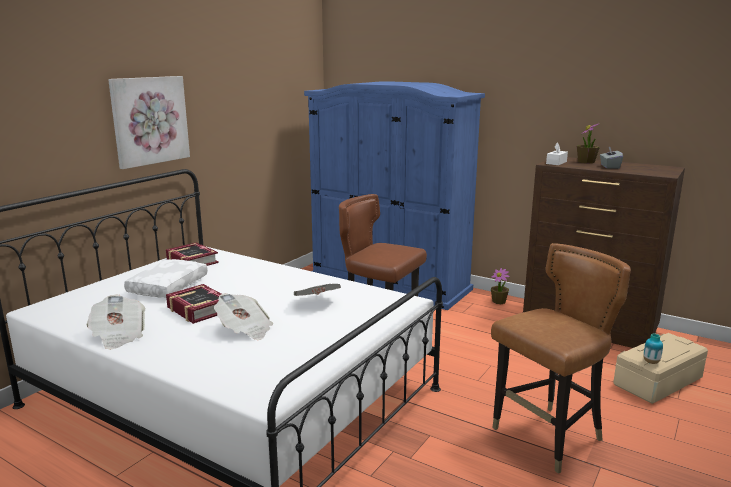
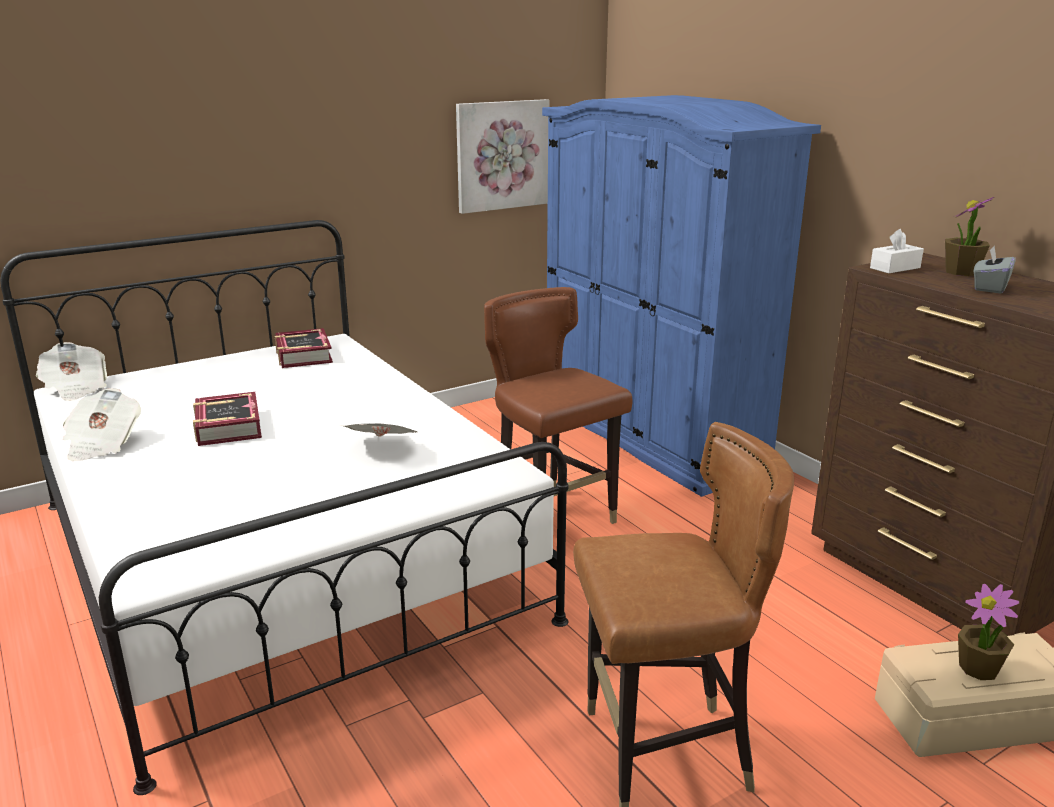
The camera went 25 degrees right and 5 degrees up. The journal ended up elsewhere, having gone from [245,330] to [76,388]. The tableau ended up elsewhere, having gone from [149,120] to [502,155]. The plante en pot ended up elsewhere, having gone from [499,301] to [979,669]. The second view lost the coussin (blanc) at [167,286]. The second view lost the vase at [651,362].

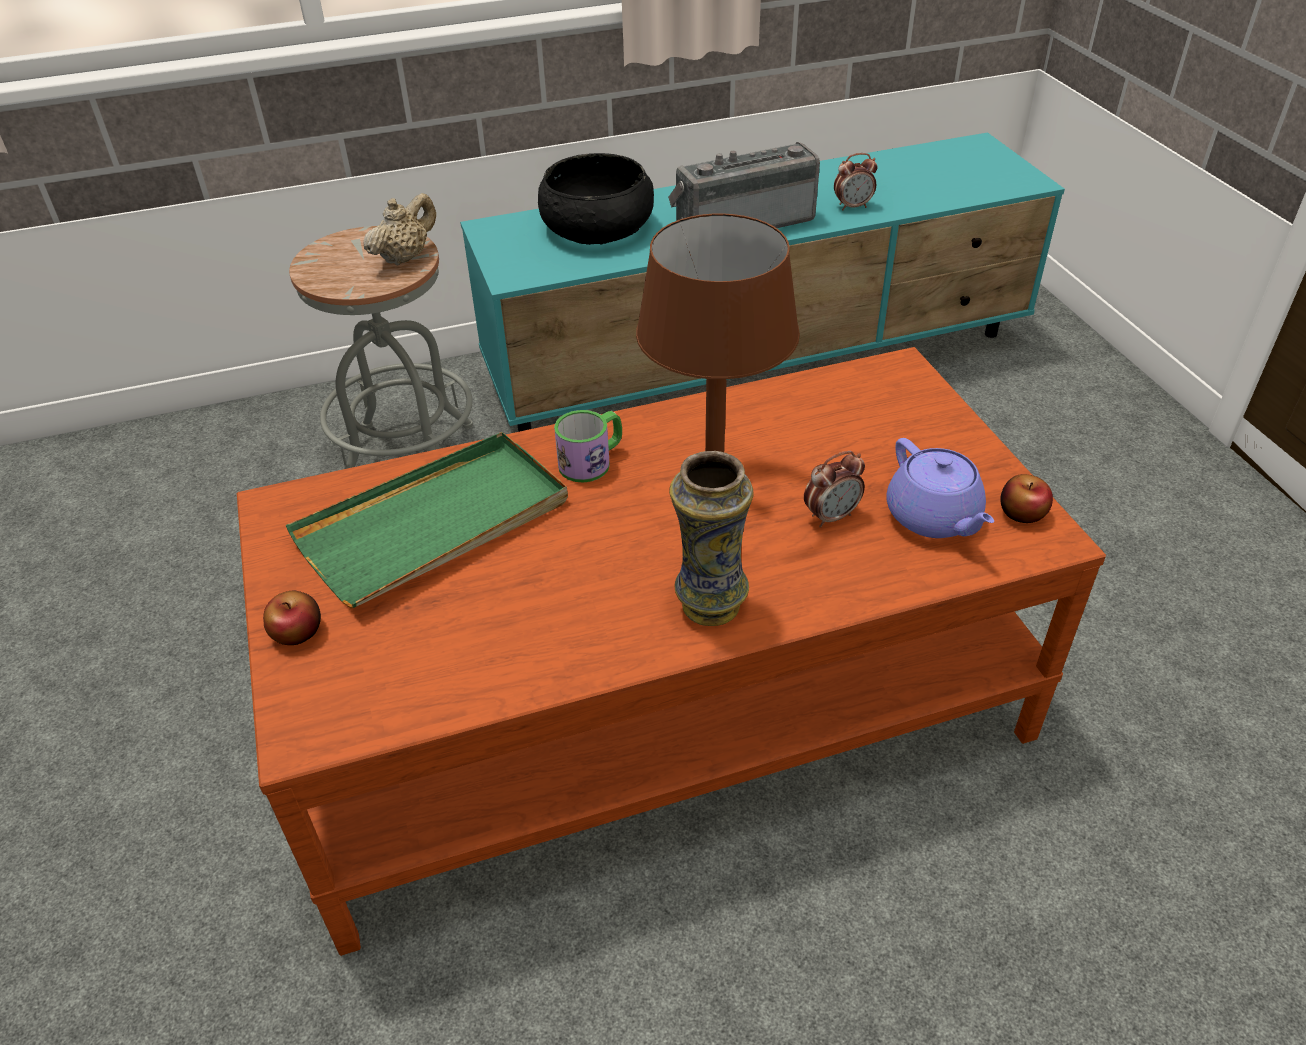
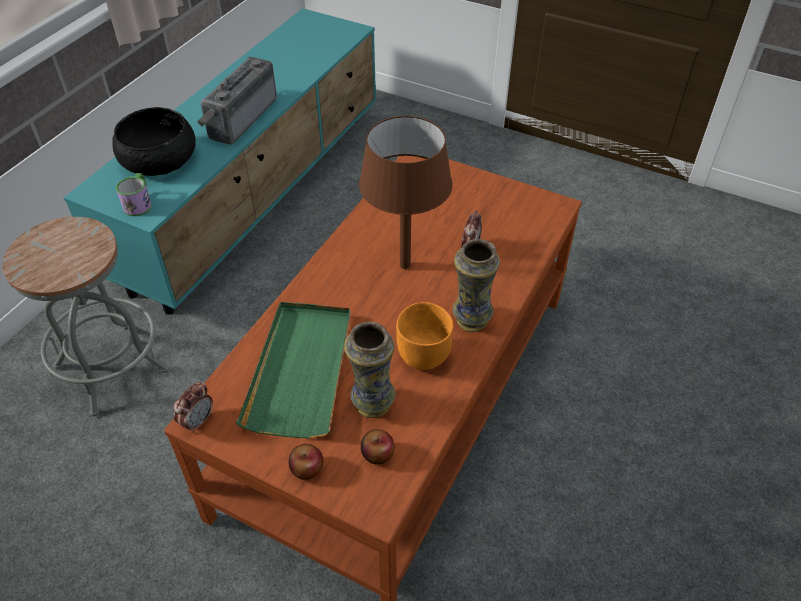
The camera went 45 degrees left and 5 degrees up. The mug ended up elsewhere, having gone from [592,461] to [139,203]. The réveil ended up elsewhere, having gone from [853,206] to [198,421]. The second view gained the vase at [372,403]. The pomme ended up elsewhere, having gone from [1022,513] to [377,453]. The second view gained the bol (orange) at [422,355]. The second view lost the théière (beige) at [405,257]. The second view lost the théière (violet) at [934,517].

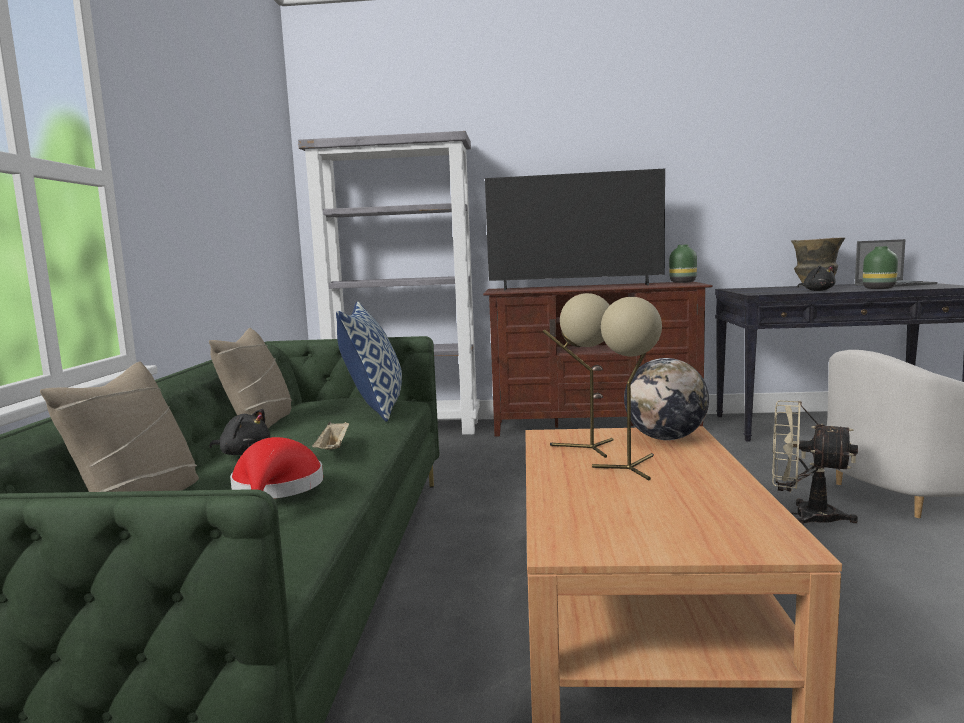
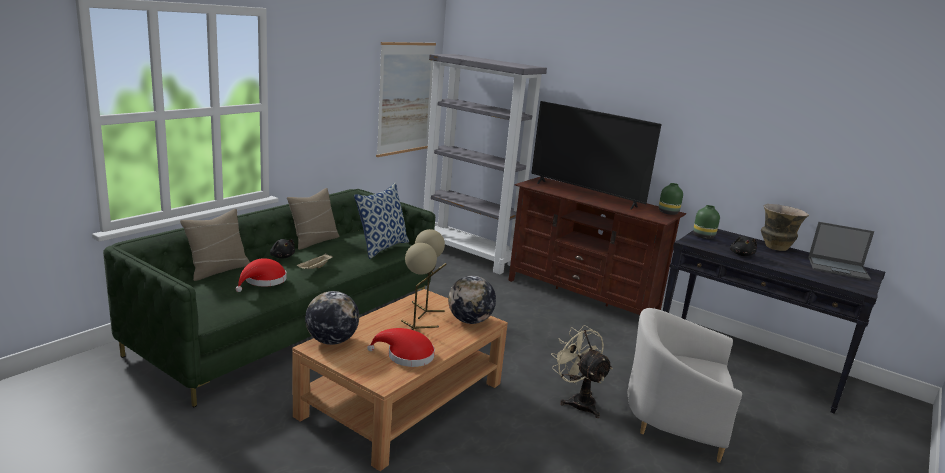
The camera went 30 degrees right and 10 degrees up. The second view gained the globe at [331,341]. The second view gained the chapeau (rouge) at [406,356]. The second view gained the tableau at [405,98]. The vase (vert) ended up elsewhere, having gone from [879,288] to [703,237].

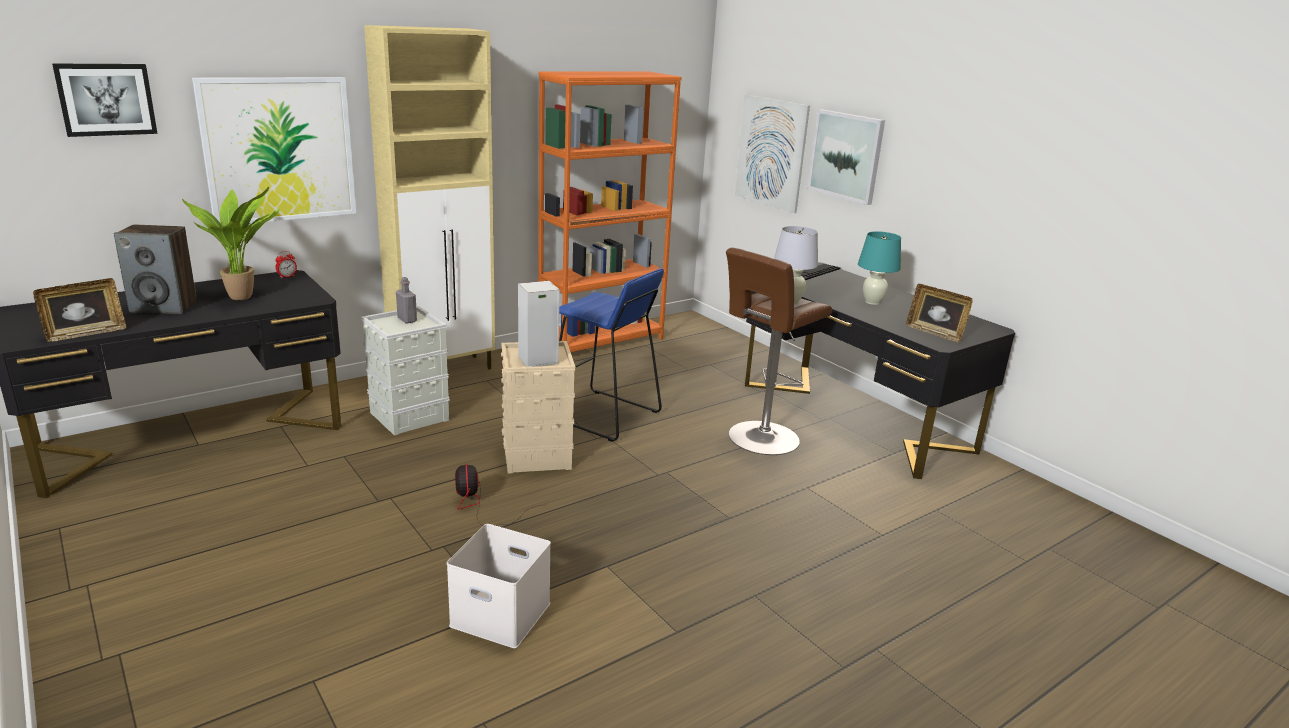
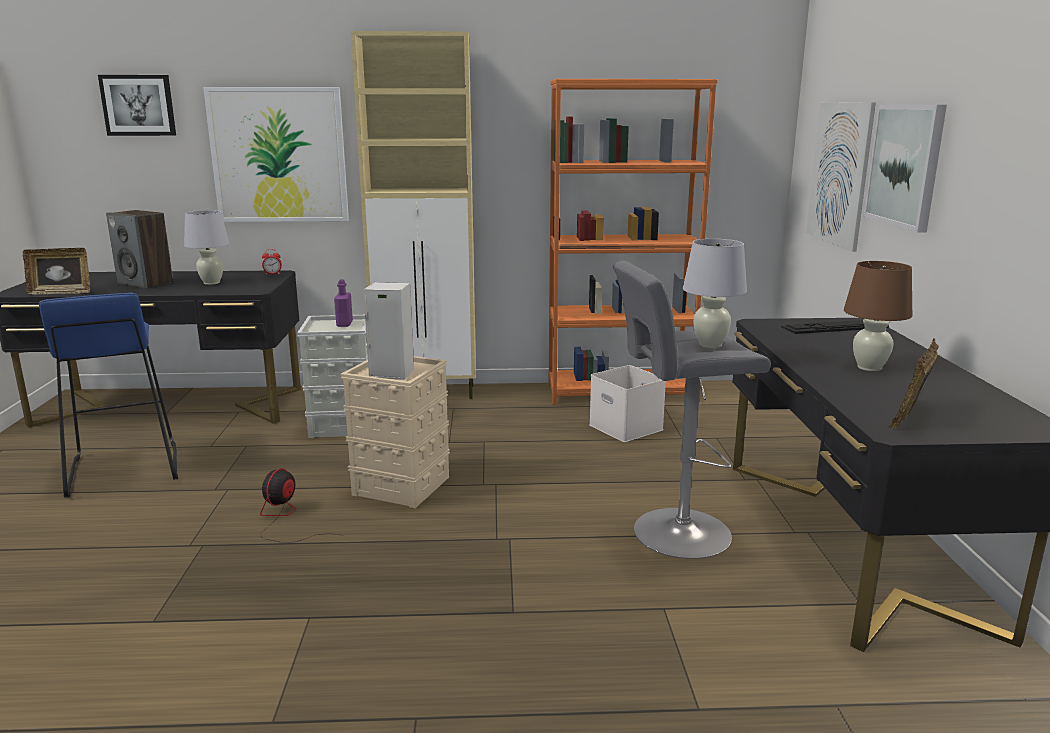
The camera went 35 degrees right and 5 degrees down. The tabouret (bleu) ended up elsewhere, having gone from [604,415] to [123,469]. Where the plante en pot stood at [244,296], the lampe de table (blanc) came to stand at [211,283]. What was the bouteille (gris) at [407,320] turned into the bouteille (violet) at [344,324]. The boîte de rangement (blanc) ended up elsewhere, having gone from [503,613] to [627,427]. What was the tabouret (marron) at [760,439] turned into the tabouret (gris) at [675,533]. What was the lampe de table (turquoise) at [873,302] turned into the lampe de table (marron) at [869,368]. The cadre photo at [935,333] ended up facing another way, 45 degrees clockwise from before.

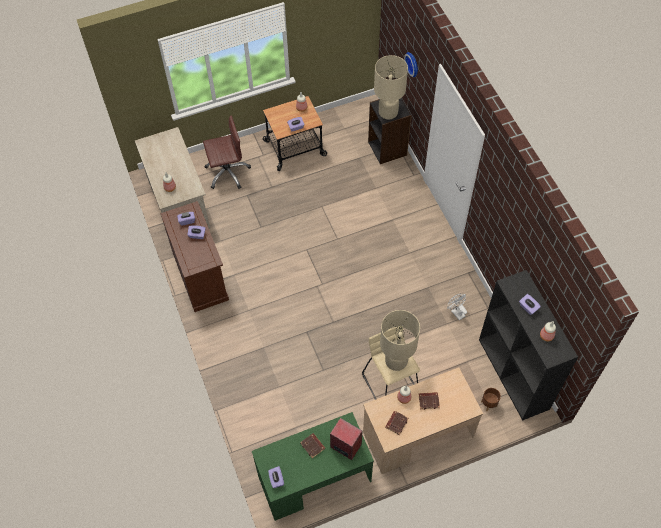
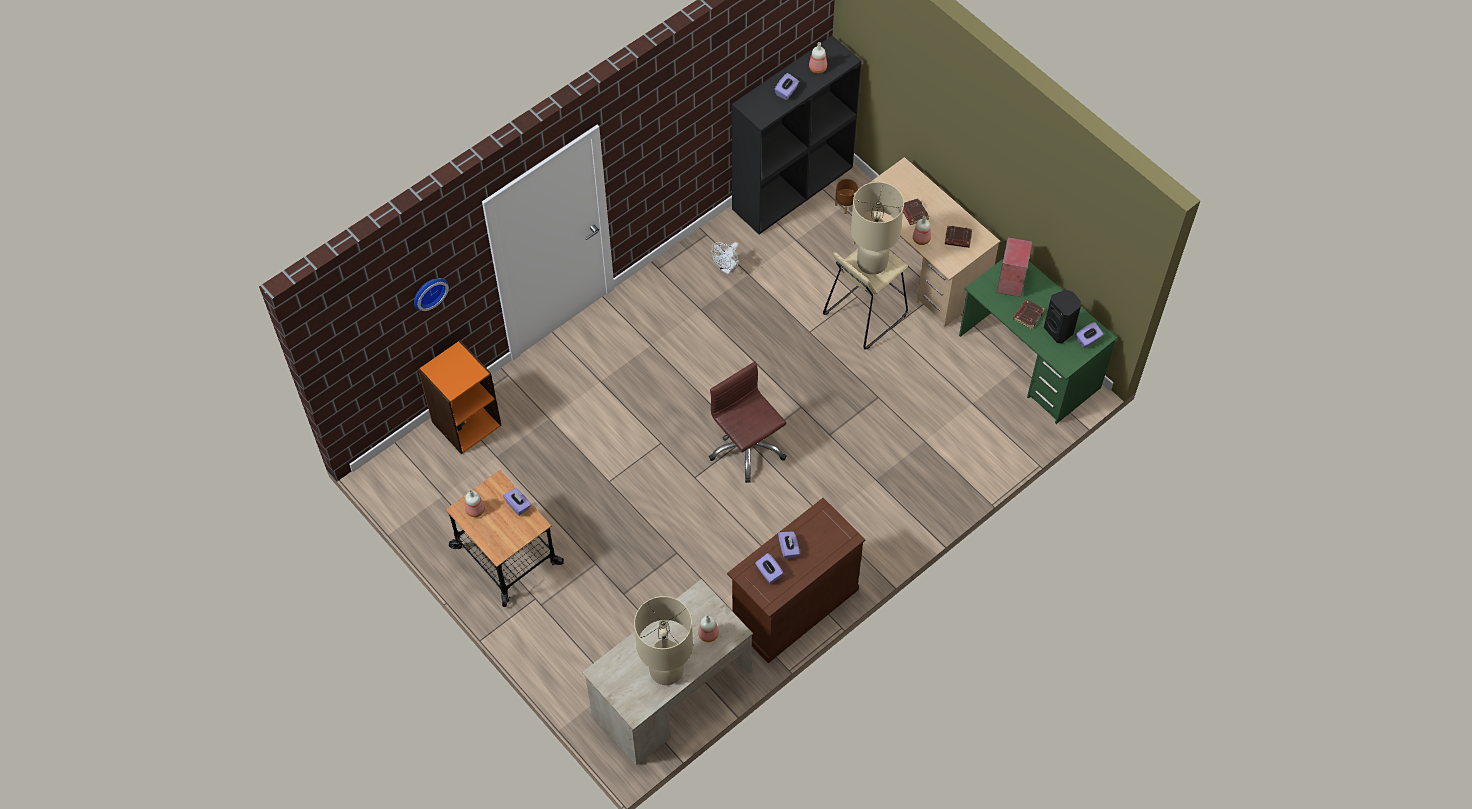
The camera went 110 degrees left and 0 degrees up. What was the bibliothèque (noir) at [388,148] turned into the bibliothèque (orange) at [466,423]. The lampe de table (beige) ended up elsewhere, having gone from [388,112] to [666,670]. The chaise de bureau (marron) ended up elsewhere, having gone from [227,172] to [746,448]. The second view gained the enceinte (noir) at [1059,330].

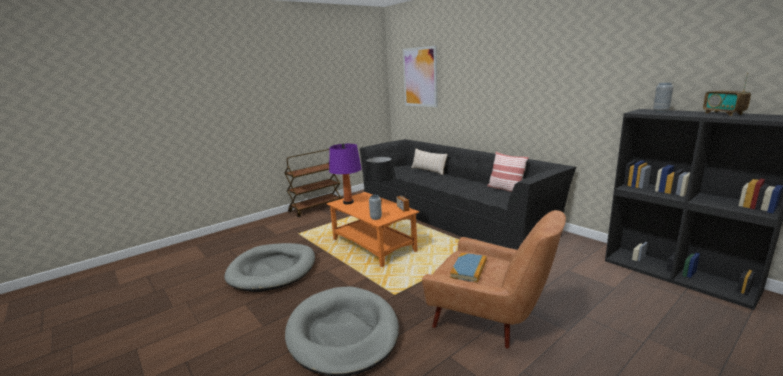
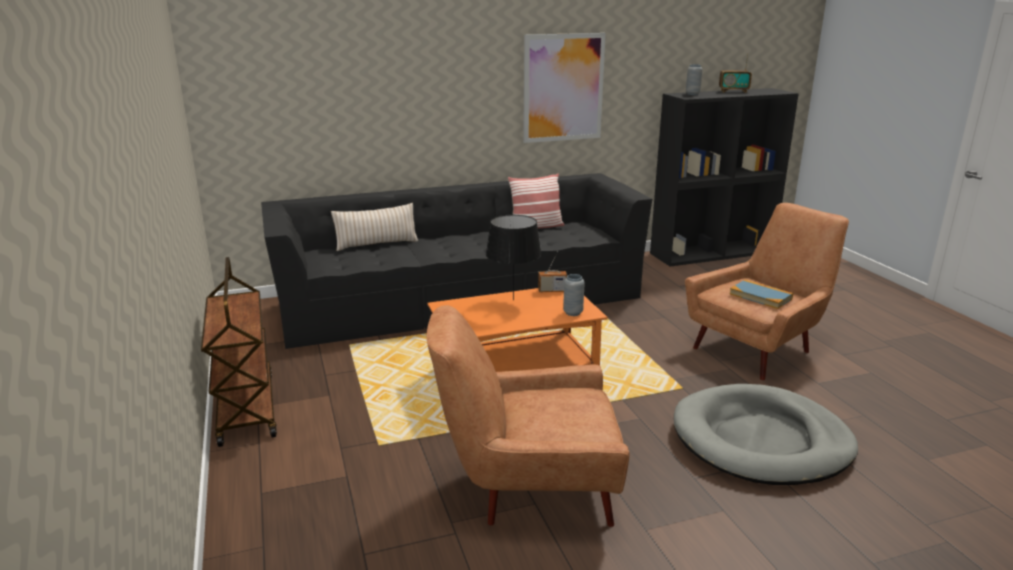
The camera went 70 degrees left and 5 degrees up. Where the panier pour chien (gris) stood at [273,270], the fauteuil (marron) came to stand at [529,490]. The tableau ended up elsewhere, having gone from [420,77] to [563,88]. The second view lost the lampe de table (violet) at [348,202].

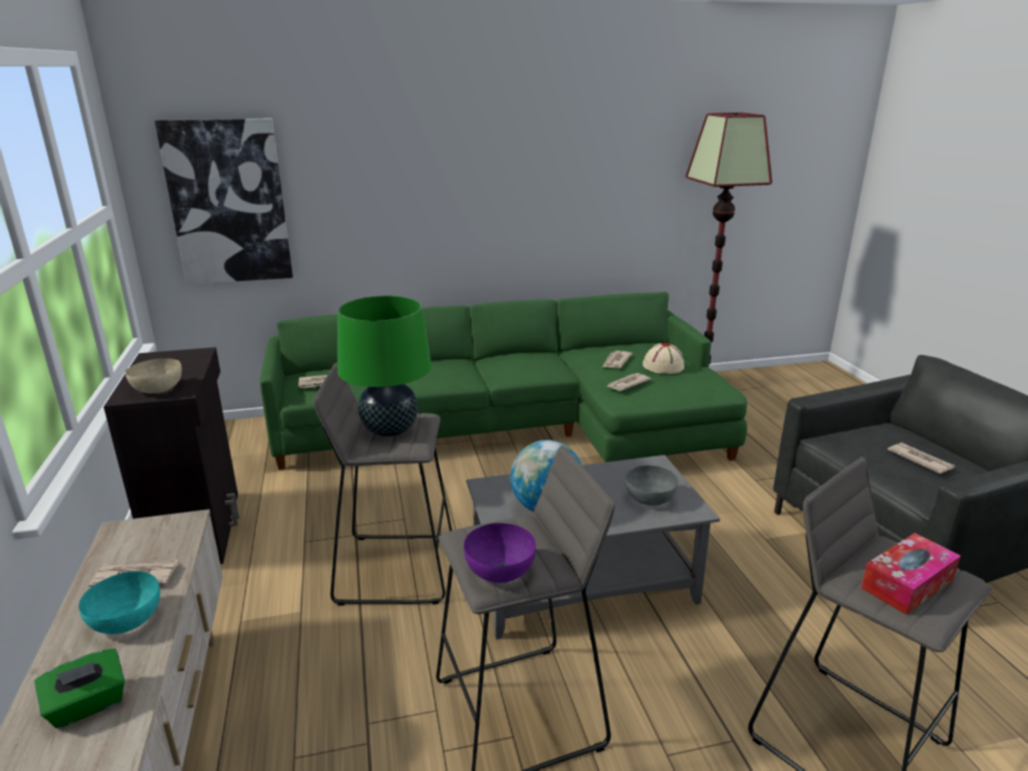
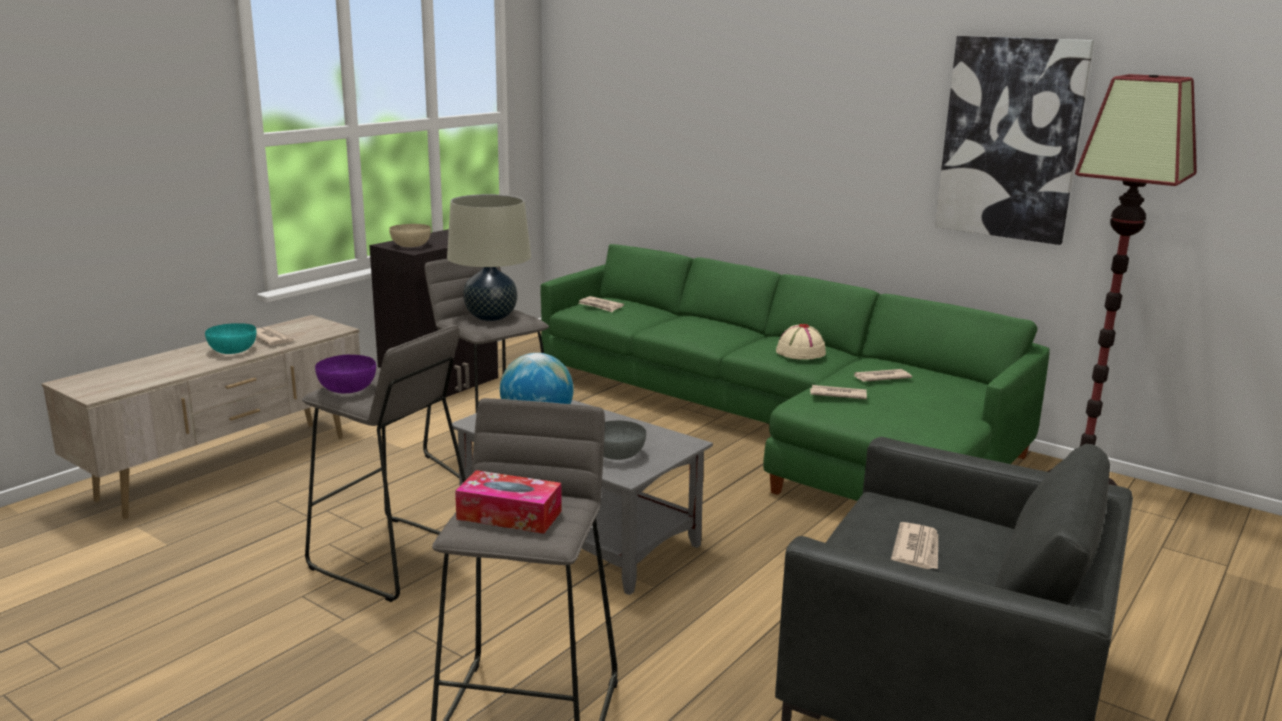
The camera went 50 degrees right and 5 degrees down. What was the lampe de table (vert) at [389,430] turned into the lampe de table (beige) at [491,317]. The chapeau (beige) ended up elsewhere, having gone from [663,366] to [800,352]. The tableau ended up elsewhere, having gone from [228,202] to [1010,139]. The second view lost the boîte à mouchoirs (vert) at [88,705].

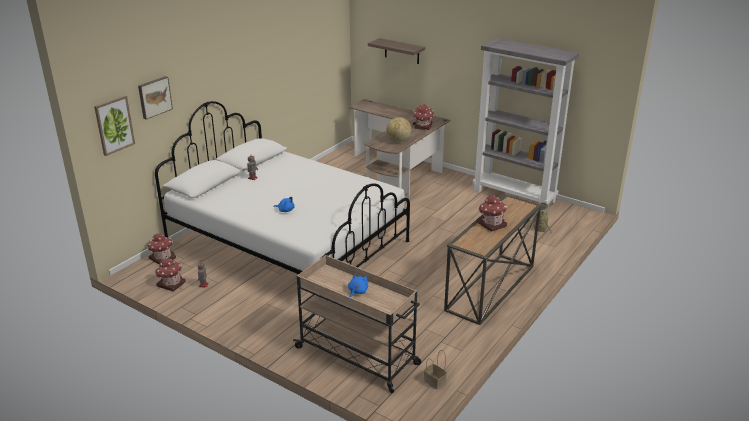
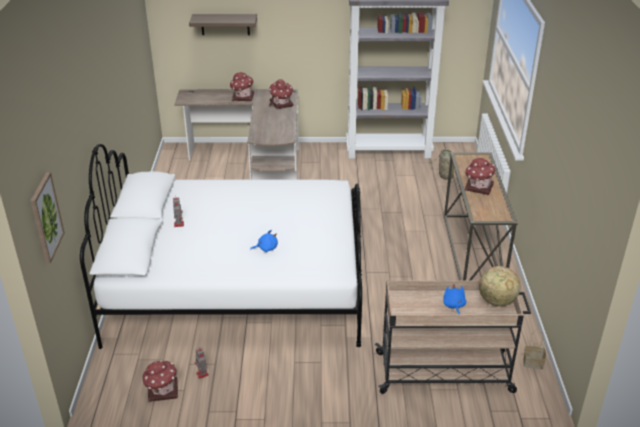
The camera went 35 degrees left and 5 degrees up. The maison miniature ended up elsewhere, having gone from [162,258] to [242,97]. The globe ended up elsewhere, having gone from [398,141] to [497,301]. The second view lost the tableau at [154,97].

